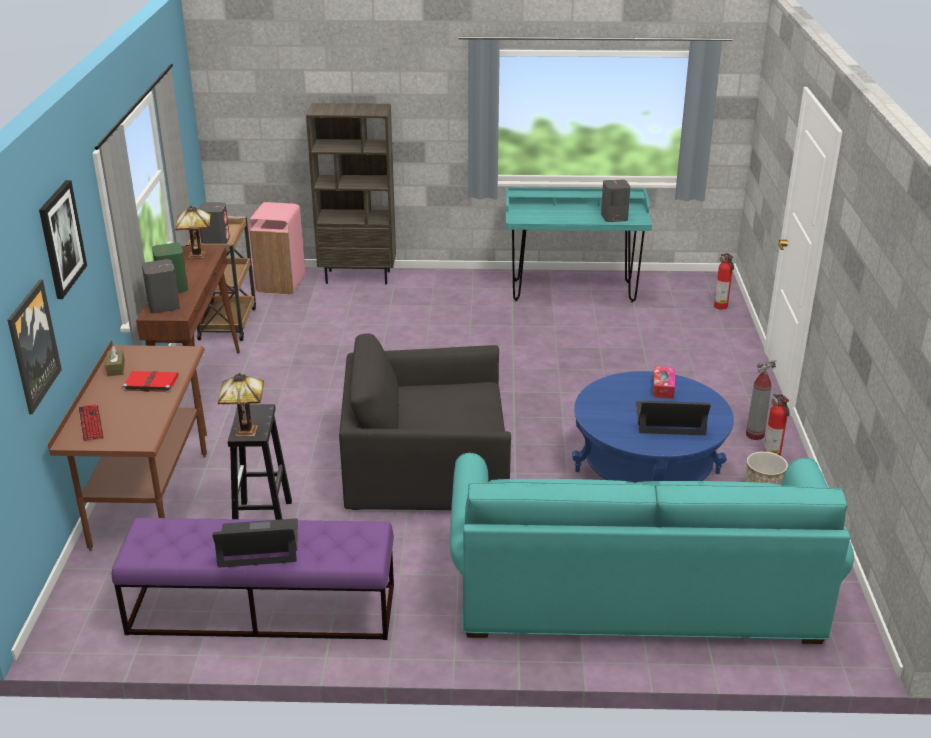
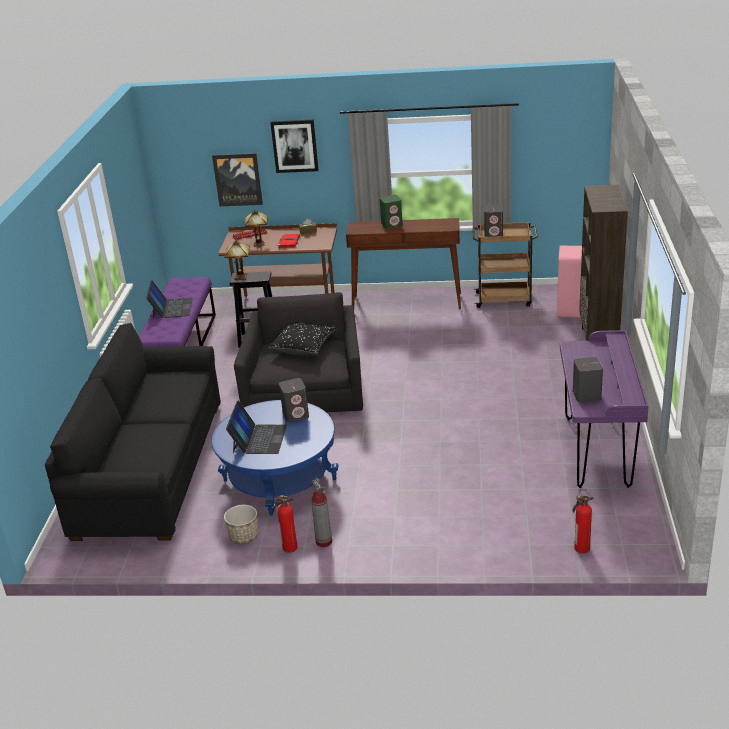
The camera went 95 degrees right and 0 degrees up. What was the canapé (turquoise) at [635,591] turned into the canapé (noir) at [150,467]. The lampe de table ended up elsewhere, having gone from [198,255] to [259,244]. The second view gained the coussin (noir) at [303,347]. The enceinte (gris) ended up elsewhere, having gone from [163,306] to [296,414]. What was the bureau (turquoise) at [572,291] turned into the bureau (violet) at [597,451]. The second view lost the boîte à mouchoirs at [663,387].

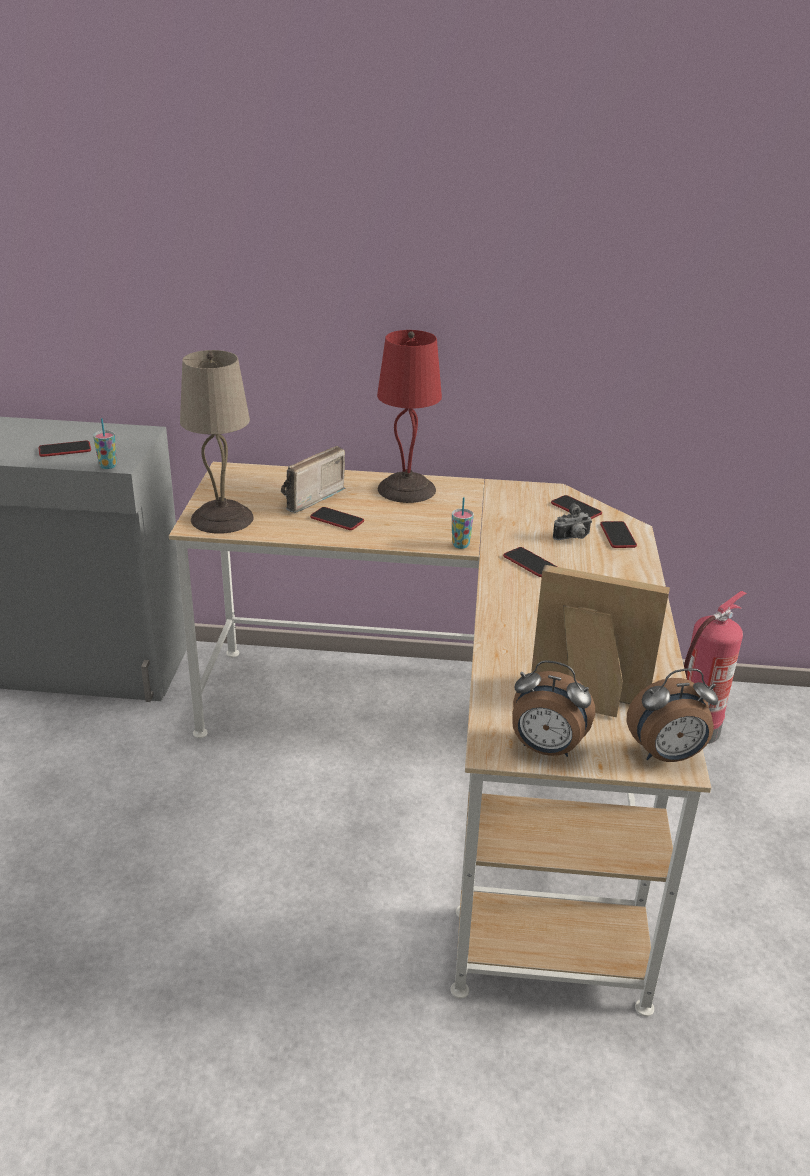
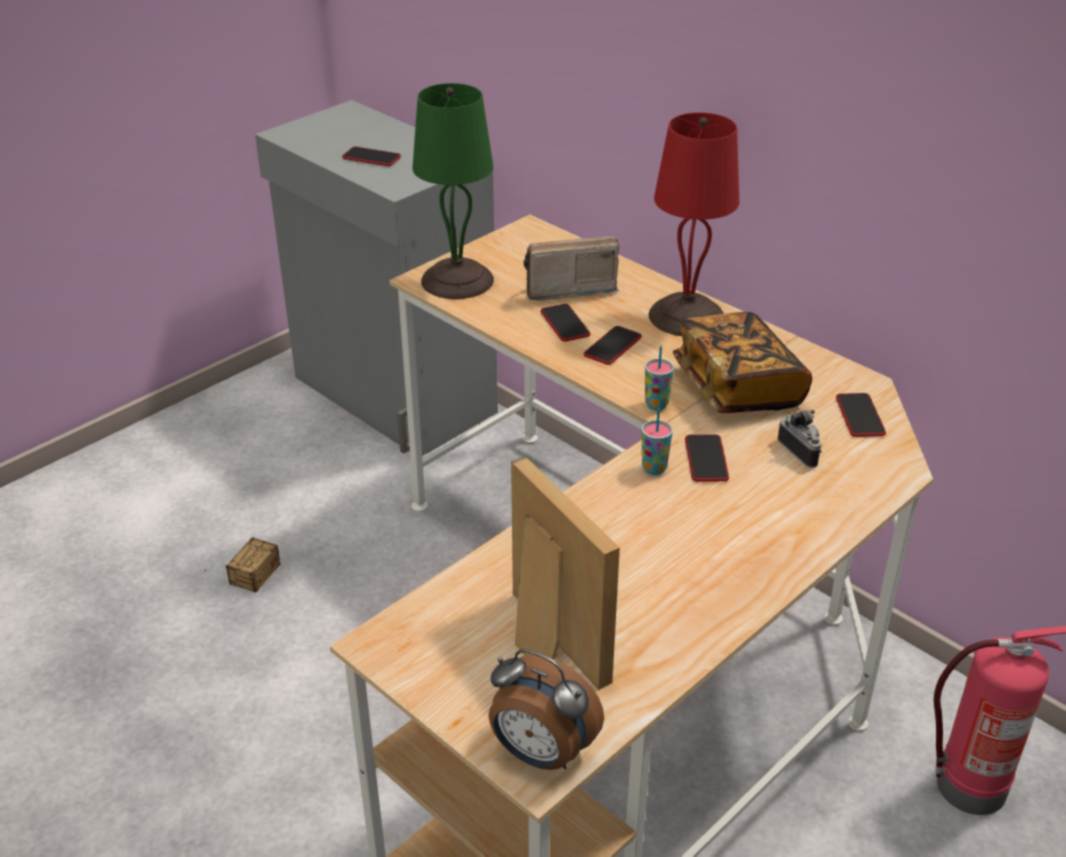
The camera went 40 degrees right and 5 degrees up. The second view gained the boîte de rangement at [237,595]. What was the lampe de table (beige) at [223,519] turned into the lampe de table (vert) at [457,281]. The téléphone ended up elsewhere, having gone from [618,535] to [612,346]. The tasse ended up elsewhere, having gone from [108,466] to [654,469]. The second view gained the livre at [737,387]. The appareil photo at [573,538] ended up facing another way, 135 degrees counterclockwise from before. The second view lost the réveil at [546,749].

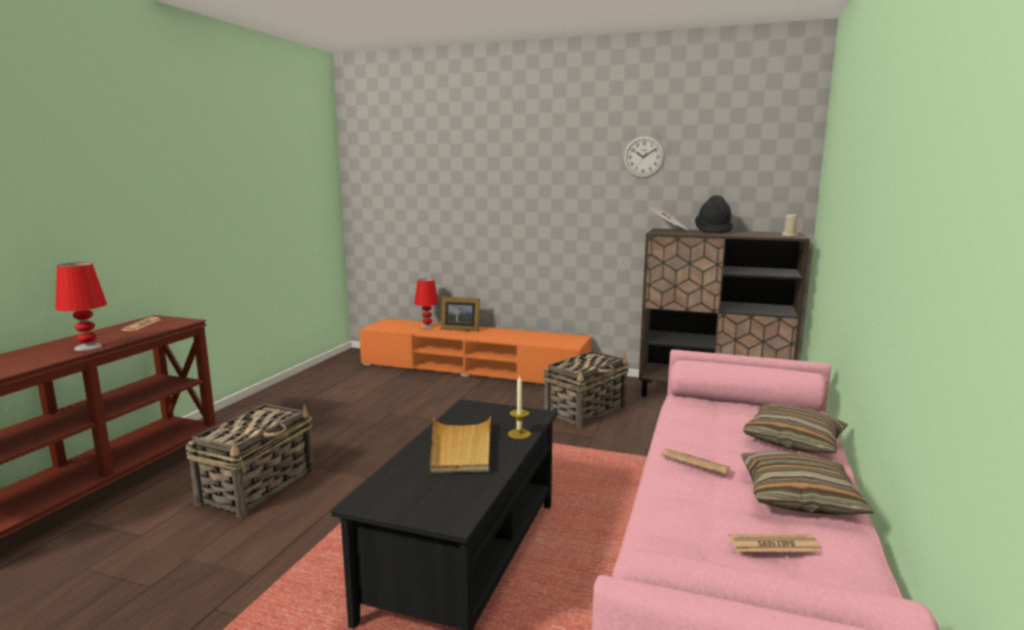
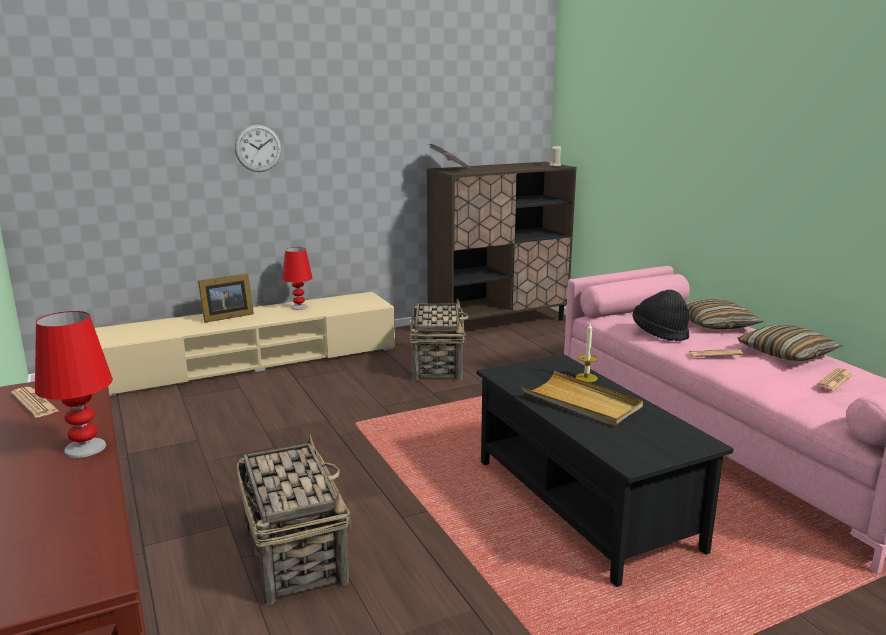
The camera went 45 degrees left and 5 degrees up. What was the meuble télé (orange) at [474,369] turned into the meuble télé (beige) at [254,361]. The horloge murale ended up elsewhere, having gone from [643,157] to [258,148]. The lampe de table (rouge) ended up elsewhere, having gone from [427,326] to [299,307]. The chapeau (noir) ended up elsewhere, having gone from [713,231] to [660,333].

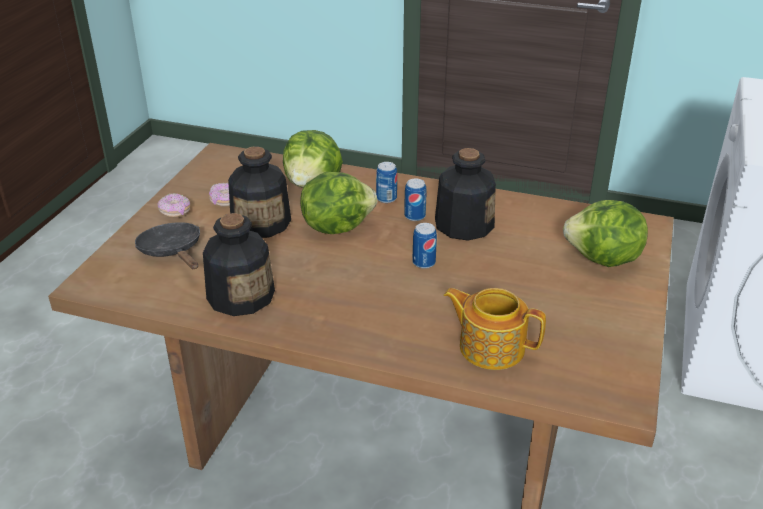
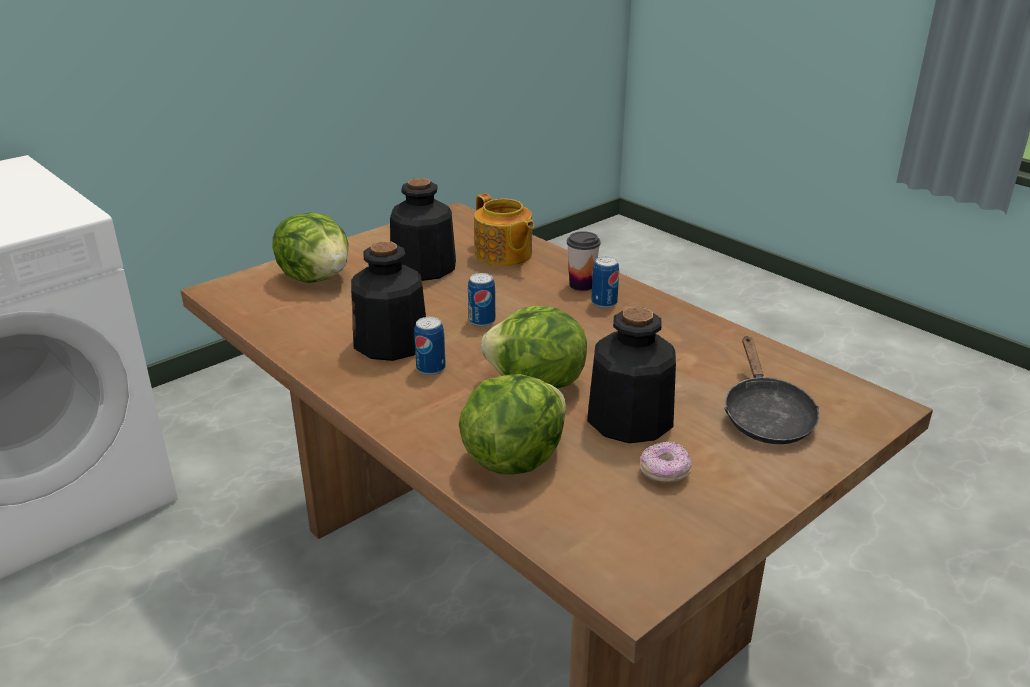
The camera went 150 degrees left and 5 degrees down. The bouteille ended up elsewhere, having gone from [241,296] to [423,268]. The second view gained the tasse at [581,285]. The boîte métallique ended up elsewhere, having gone from [386,198] to [604,303]. The second view lost the beignet at [175,212].

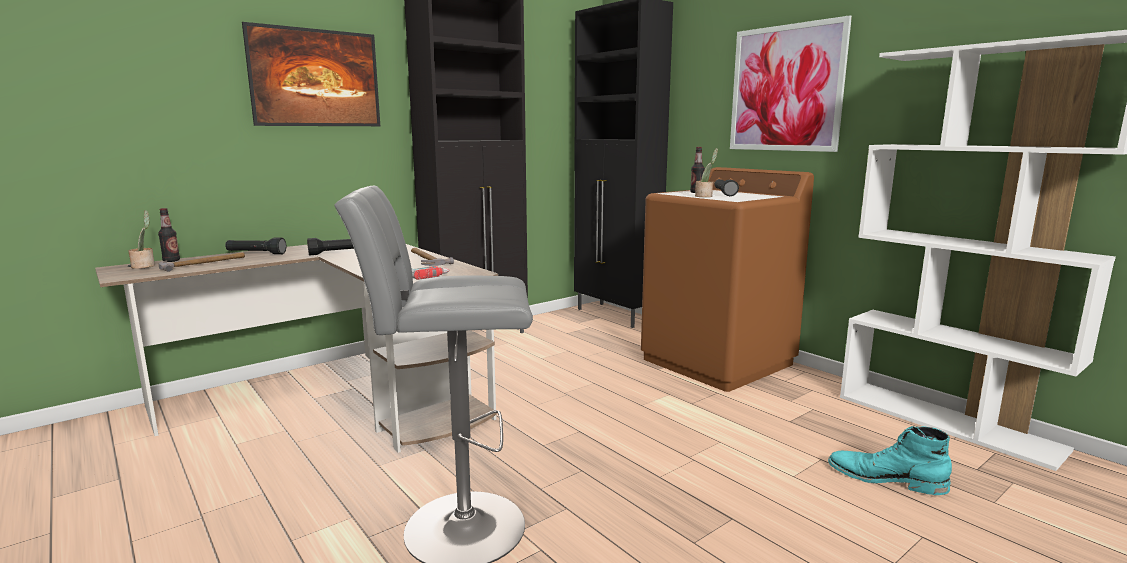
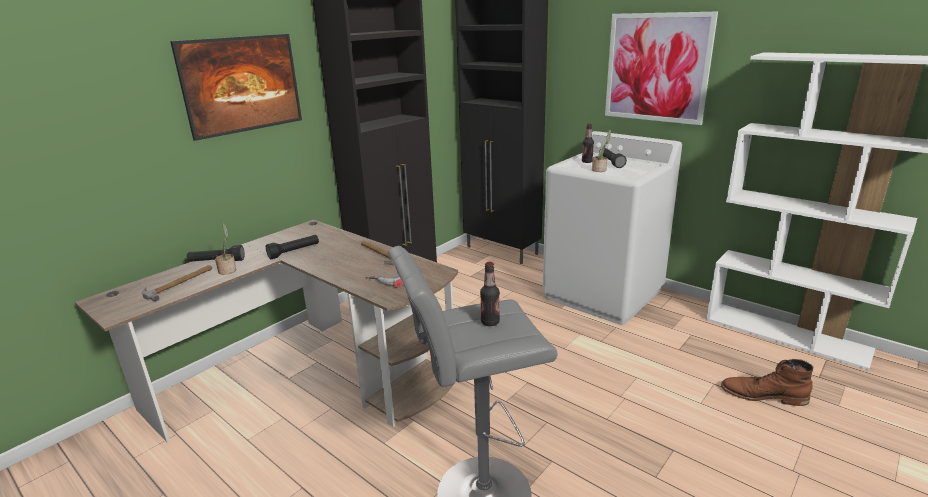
The camera went 10 degrees left and 10 degrees up. The plante en pot ended up elsewhere, having gone from [144,266] to [228,270]. The bouteille ended up elsewhere, having gone from [171,261] to [490,322]. What was the lave-linge (marron) at [718,362] turned into the lave-linge (blanc) at [603,294]. What was the botte (turquoise) at [885,478] turned into the botte (marron) at [763,395].

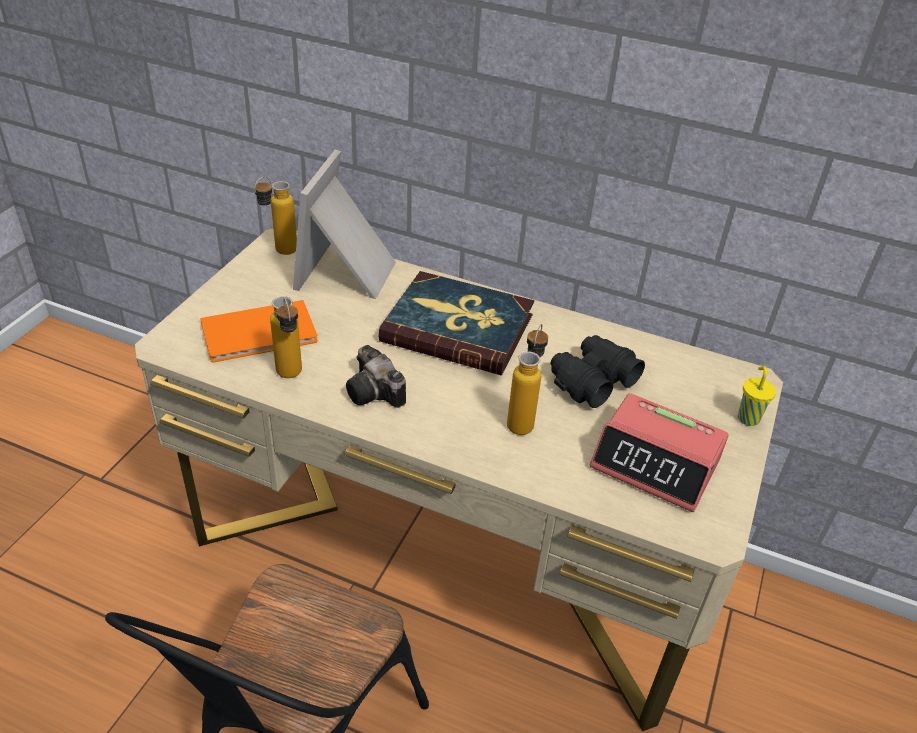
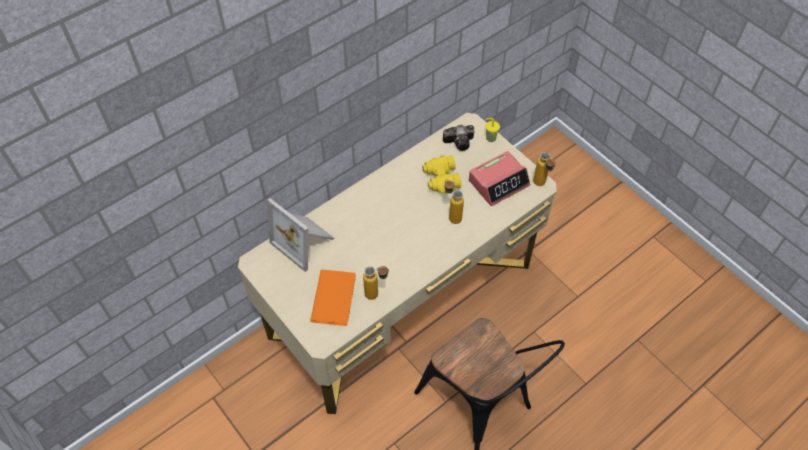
The camera went 60 degrees left and 15 degrees up. What was the jumelles (noir) at [591,380] turned into the jumelles (jaune) at [440,179]. The appareil photo ended up elsewhere, having gone from [376,393] to [460,142]. The bouteille ended up elsewhere, having gone from [279,253] to [541,185]. The second view lost the livre at [458,328].

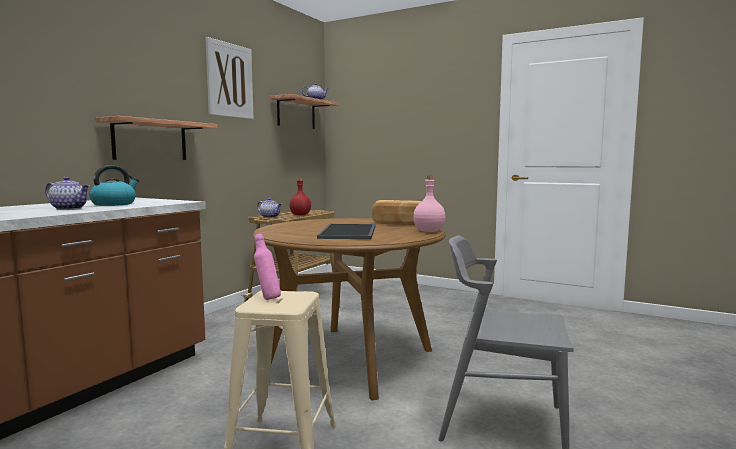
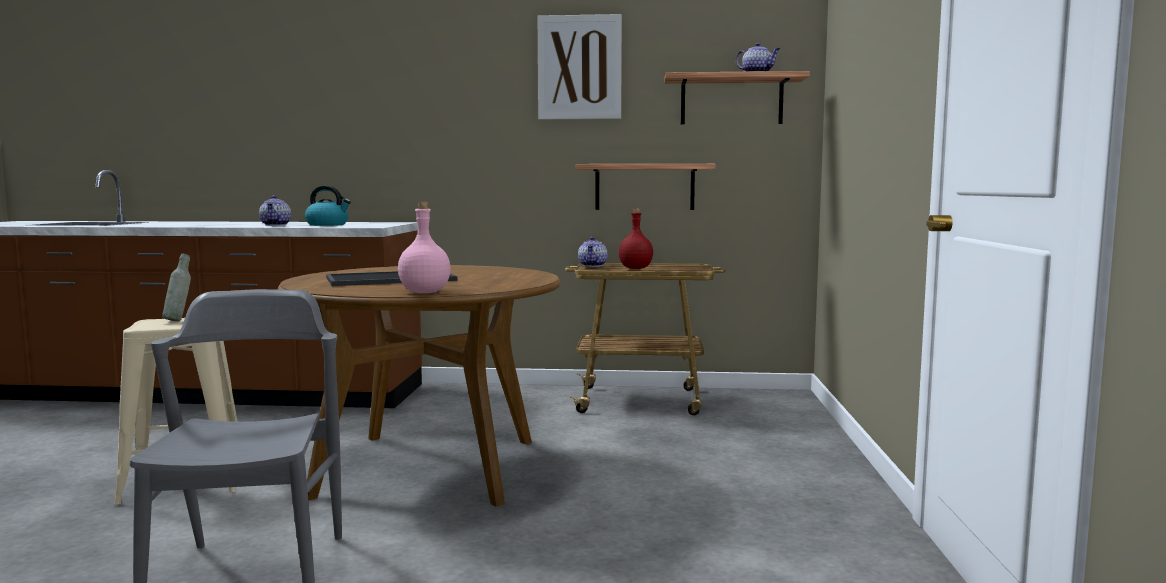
The camera went 65 degrees right and 0 degrees up. What was the bouteille (rose) at [267,298] turned into the bouteille (gris) at [179,320]. The étagère ended up elsewhere, having gone from [150,140] to [644,187]. The second view lost the pain at [399,224].

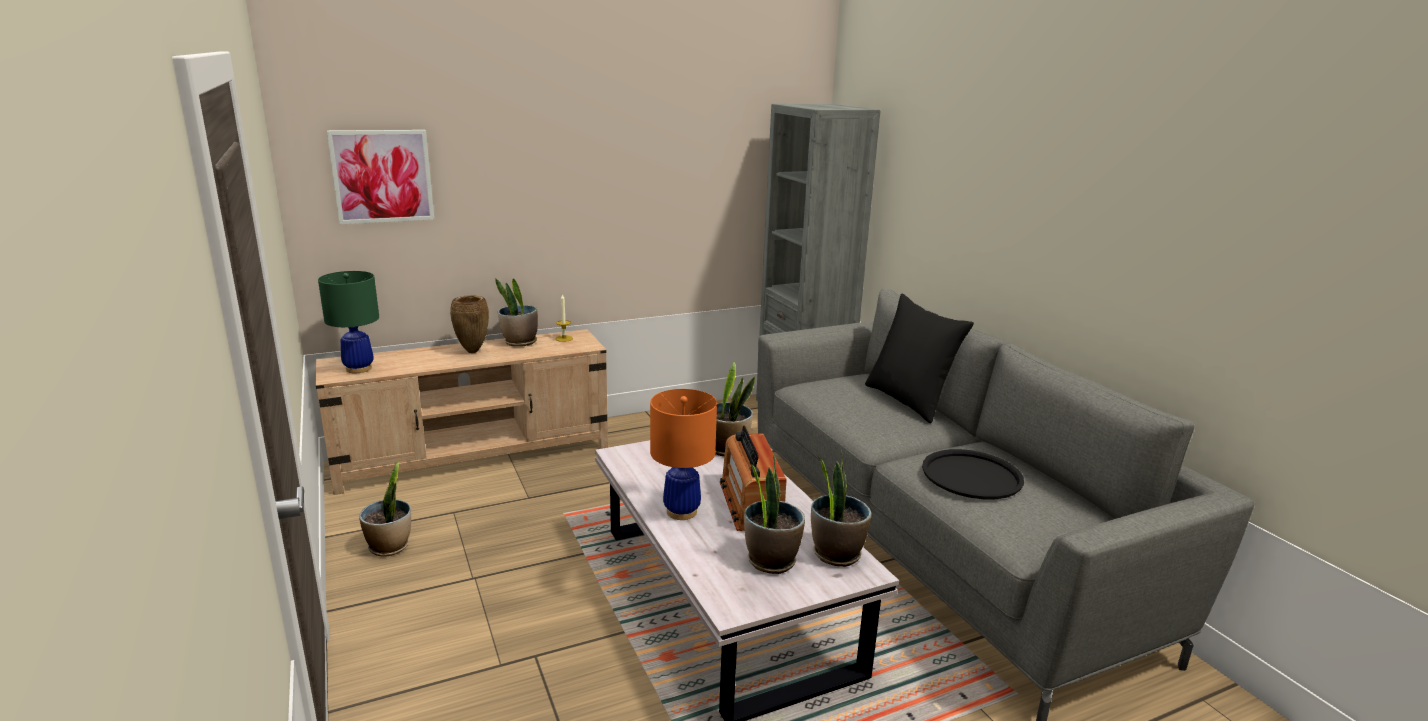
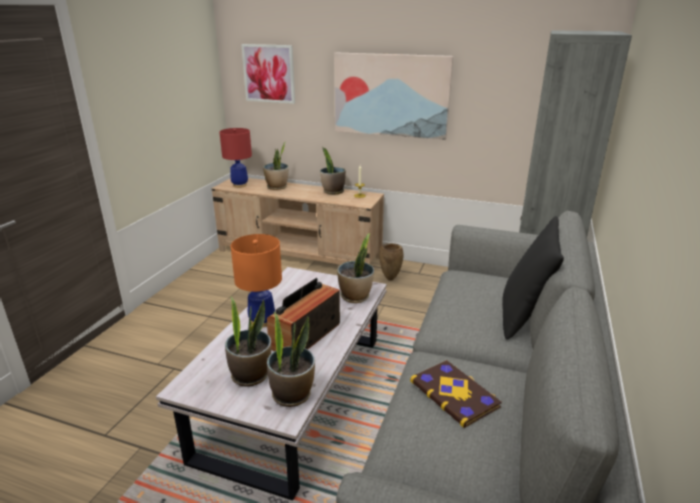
The camera went 45 degrees right and 5 degrees up. What was the lampe de table (vert) at [359,369] turned into the lampe de table (rouge) at [240,185]. The plante en pot ended up elsewhere, having gone from [390,547] to [277,187]. The second view gained the tableau at [391,95]. The vase (marron) ended up elsewhere, having gone from [472,351] to [390,278]. Where the plateau (noir) stood at [971,475], the livre came to stand at [455,394].

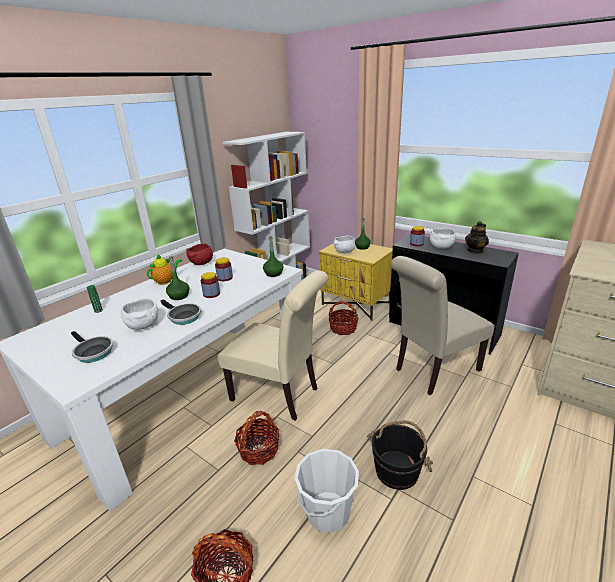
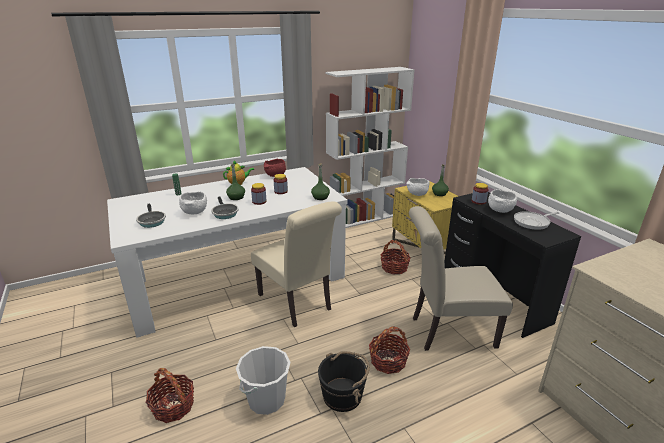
The camera went 25 degrees right and 0 degrees up. The panier ended up elsewhere, having gone from [259,449] to [388,361]. Where the théière stood at [475,250], the poêle came to stand at [533,222].

